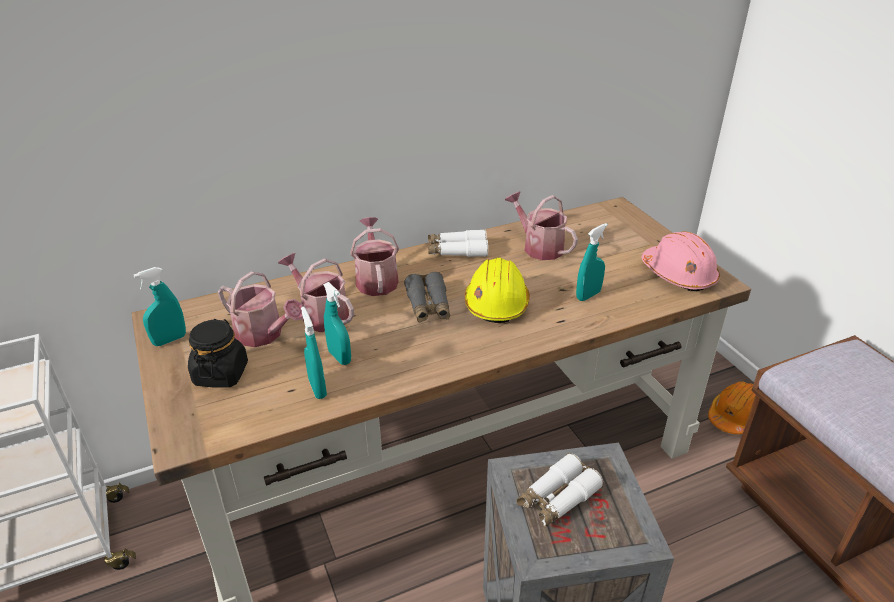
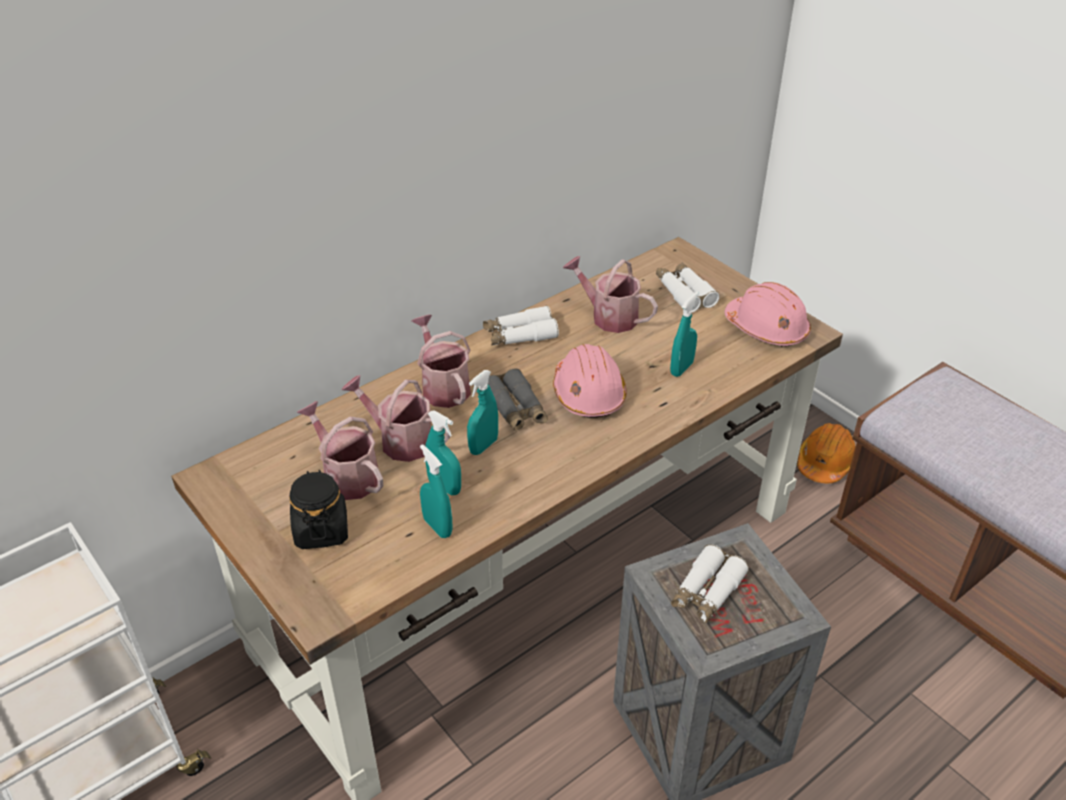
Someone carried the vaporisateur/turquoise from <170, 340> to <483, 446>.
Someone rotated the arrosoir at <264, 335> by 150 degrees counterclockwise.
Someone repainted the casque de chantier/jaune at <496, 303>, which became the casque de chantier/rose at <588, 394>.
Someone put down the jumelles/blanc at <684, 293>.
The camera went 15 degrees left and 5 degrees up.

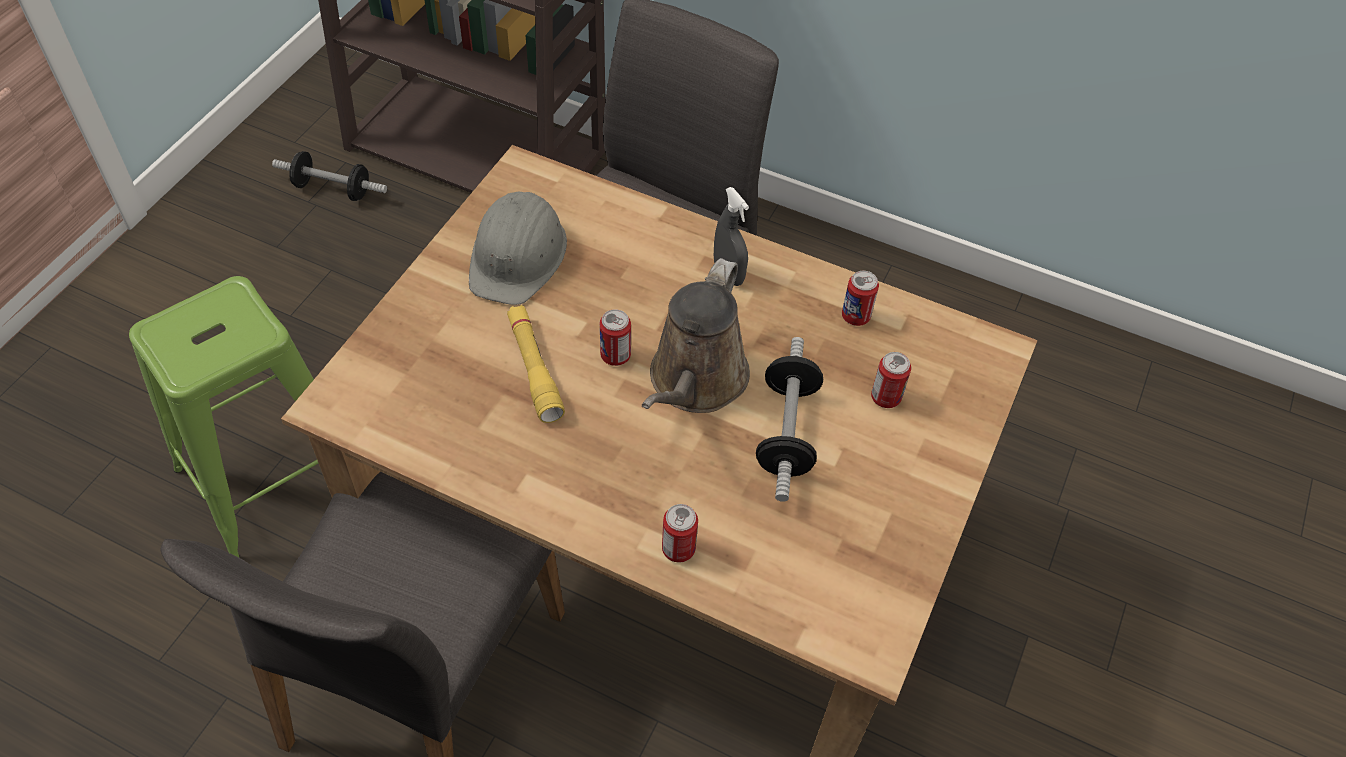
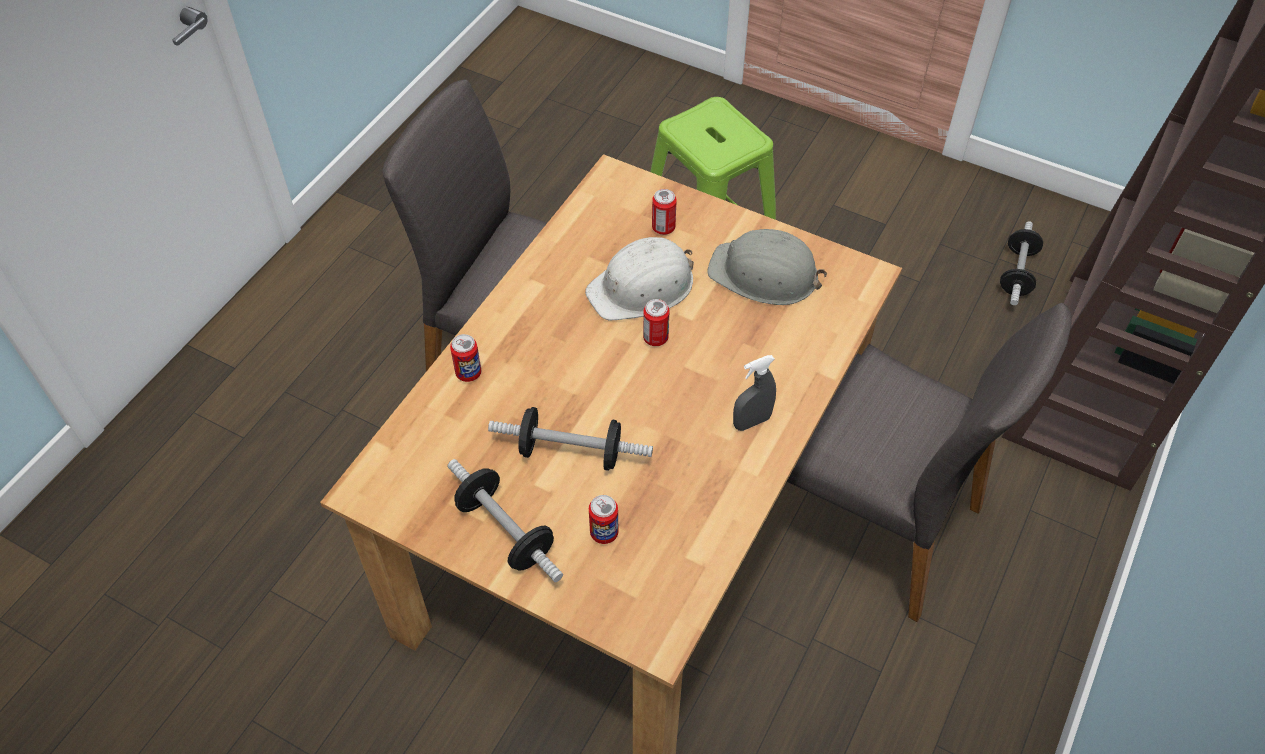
Someone swapped the lampe de poche/jaune at <534, 369> for the casque de chantier/blanc at <643, 287>.
Someone took away the arrosoir/marron at <695, 382>.
Someone carried the boîte métallique from <855, 316> to <663, 228>.
Someone put down the haltère at <505, 531>.
The camera went 95 degrees right and 0 degrees up.

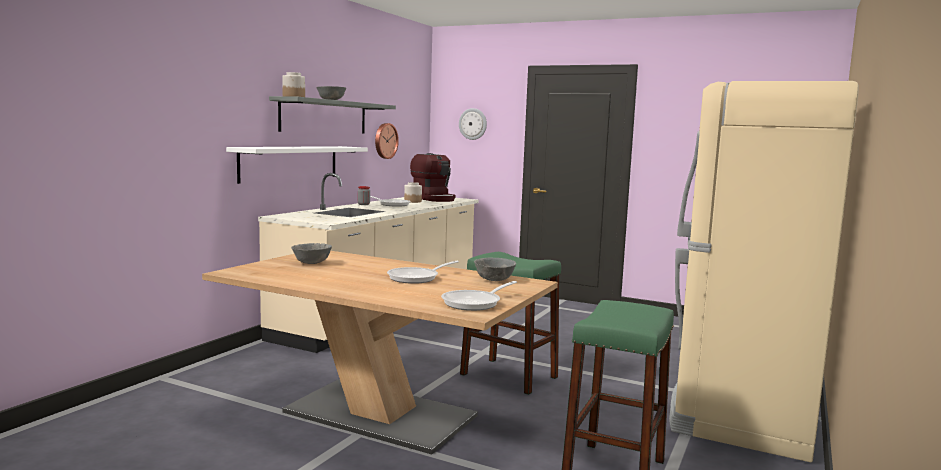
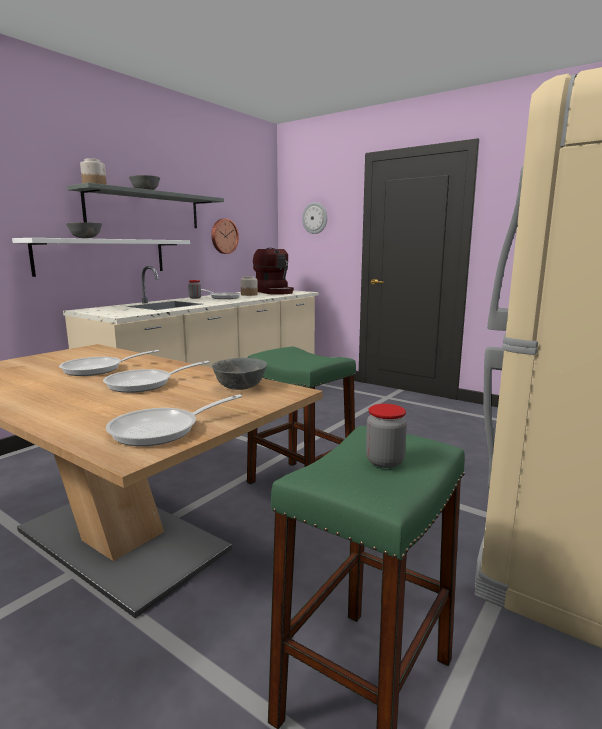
Someone carried the bol/gris from <311, 263> to <85, 238>.
Someone put down the poêle at <98, 369>.
Someone put down the bocal at <384, 461>.
The camera went 10 degrees right and 5 degrees up.

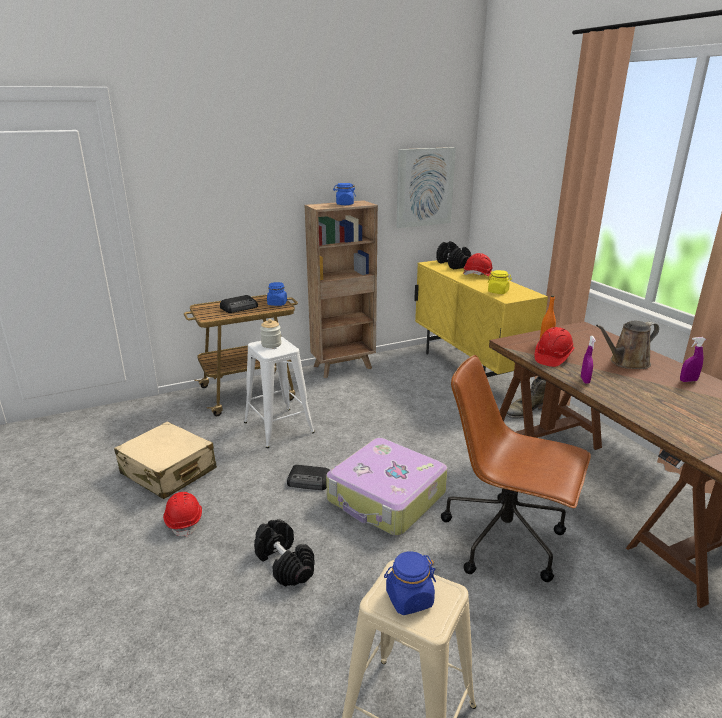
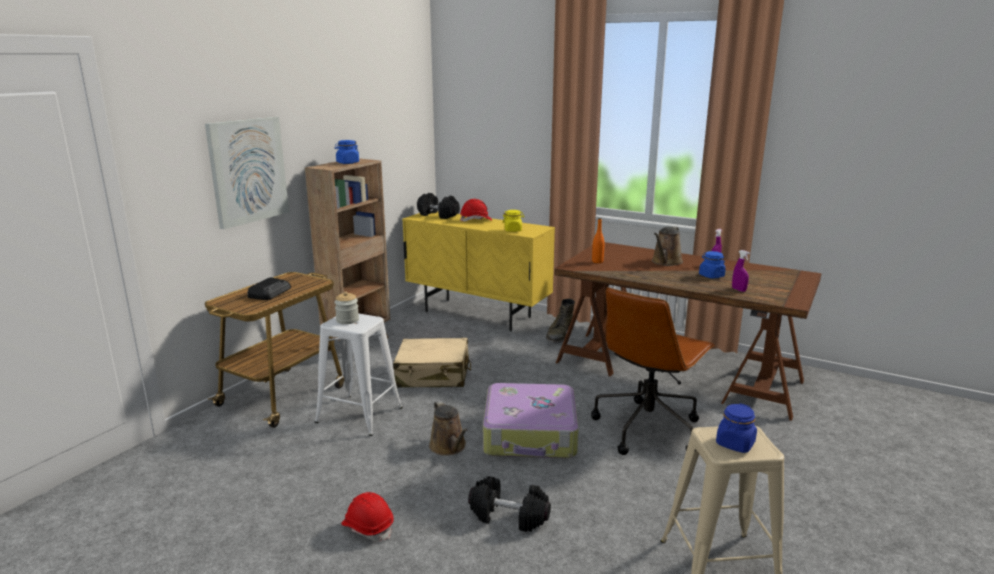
Someone carried the valise/beige from <168, 471> to <433, 375>.
Someone carried the bocal/bleu from <277, 303> to <711, 276>.
Someone swapped the radio at <309, 481> for the arrosoir/marron at <449, 447>.
Someone carried the tableau from <424, 187> to <248, 171>.
Someone rotated the chaise de bureau/marron at <506, 539> by 45 degrees counterclockwise.
Someone took away the casque de chantier/rouge at <552, 357>.
Someone carried the vaporisateur/violet from <585, 380> to <738, 290>.
The camera went 35 degrees left and 5 degrees down.

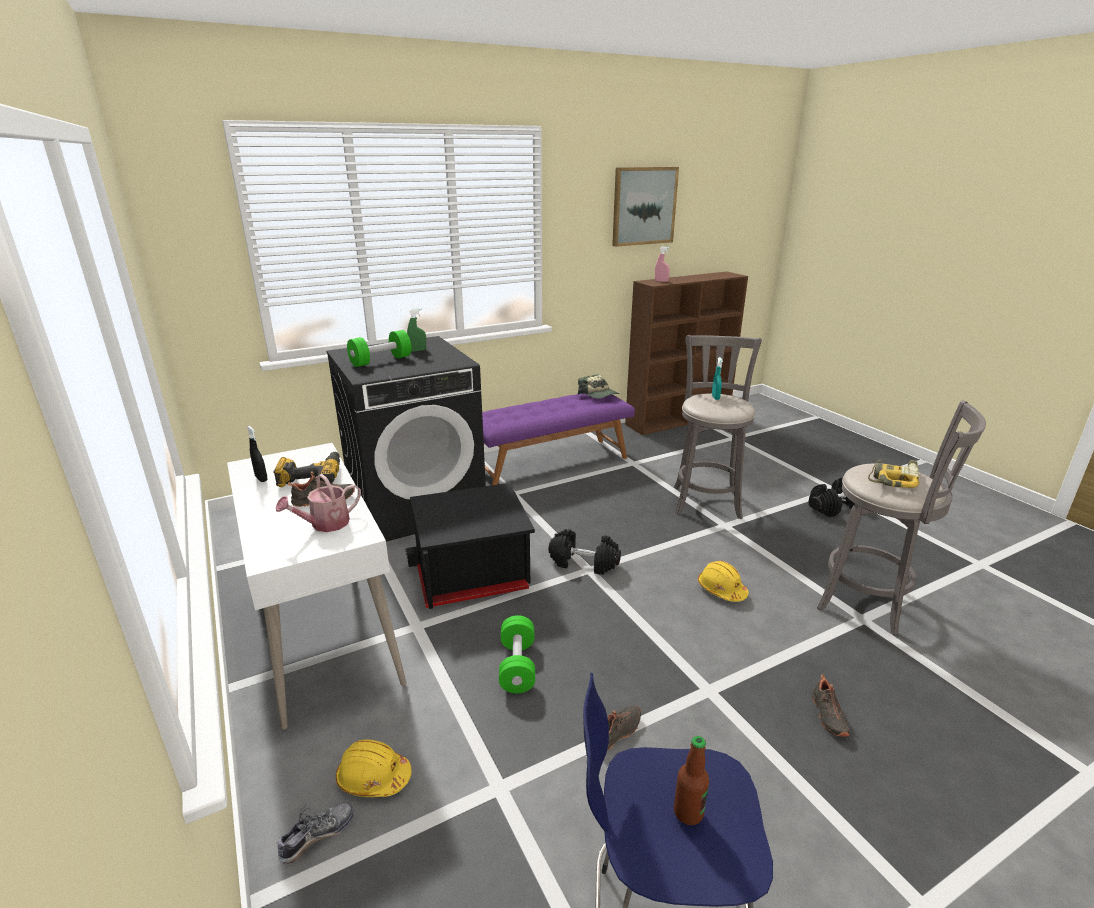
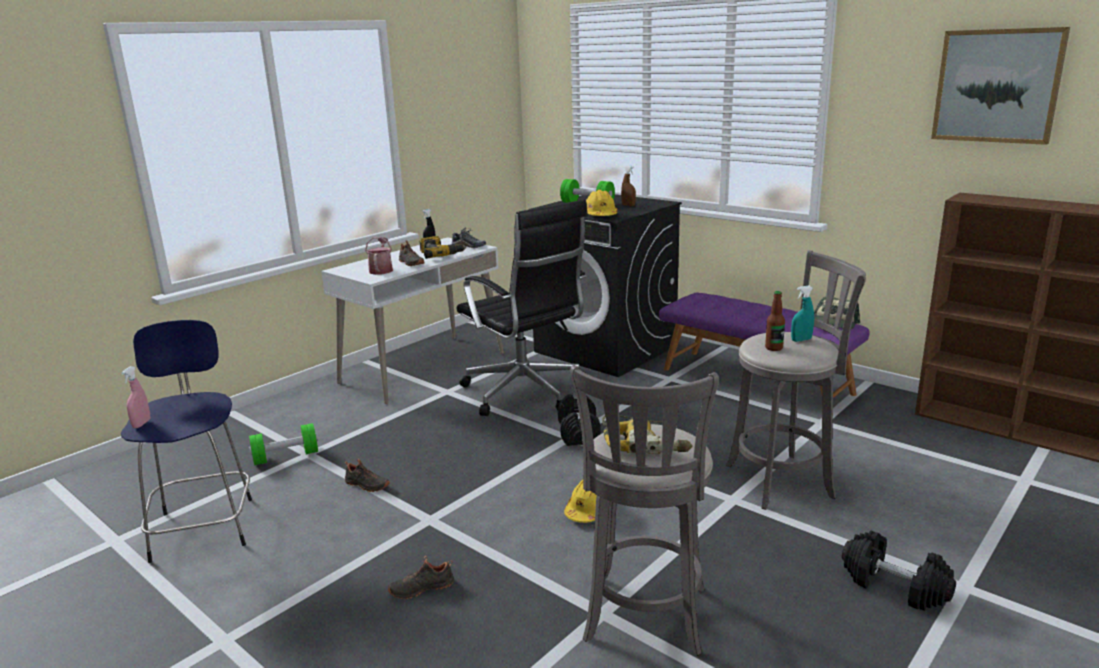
Someone rotated the arrosoir at <325, 524> by 60 degrees clockwise.
Someone carried the chaussure from <317, 836> to <469, 246>.
Someone carried the casque de chantier/jaune from <373, 777> to <600, 215>.
Someone swapped the boîte de rangement/noir at <472, 572> for the chaise de bureau/noir at <526, 393>.
Someone repainted the vaporisateur/vert at <417, 350>, which became the vaporisateur/marron at <628, 205>.
Someone carried the haltère/vert from <517, 666> to <286, 457>.
Someone carried the vaporisateur/rose from <661, 281> to <141, 424>.
Someone carried the bouteille from <688, 812> to <774, 348>.
The camera went 70 degrees right and 5 degrees down.

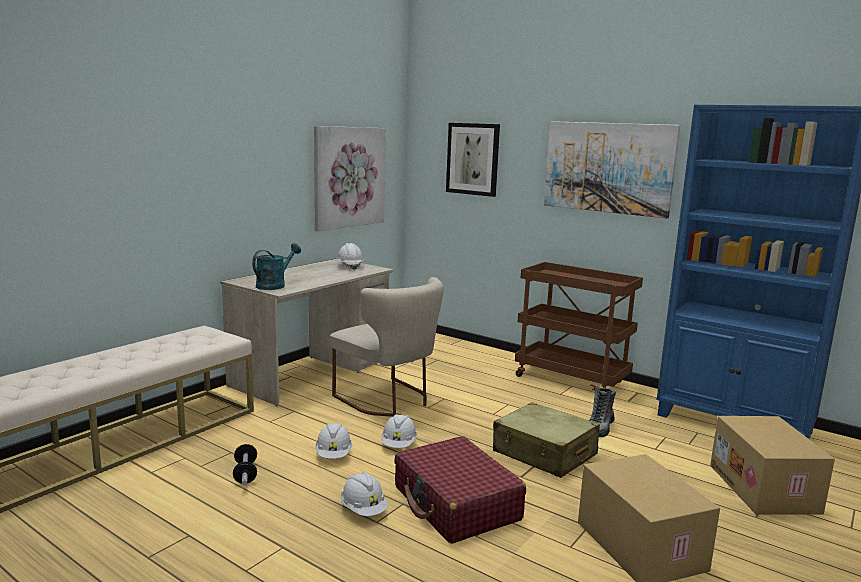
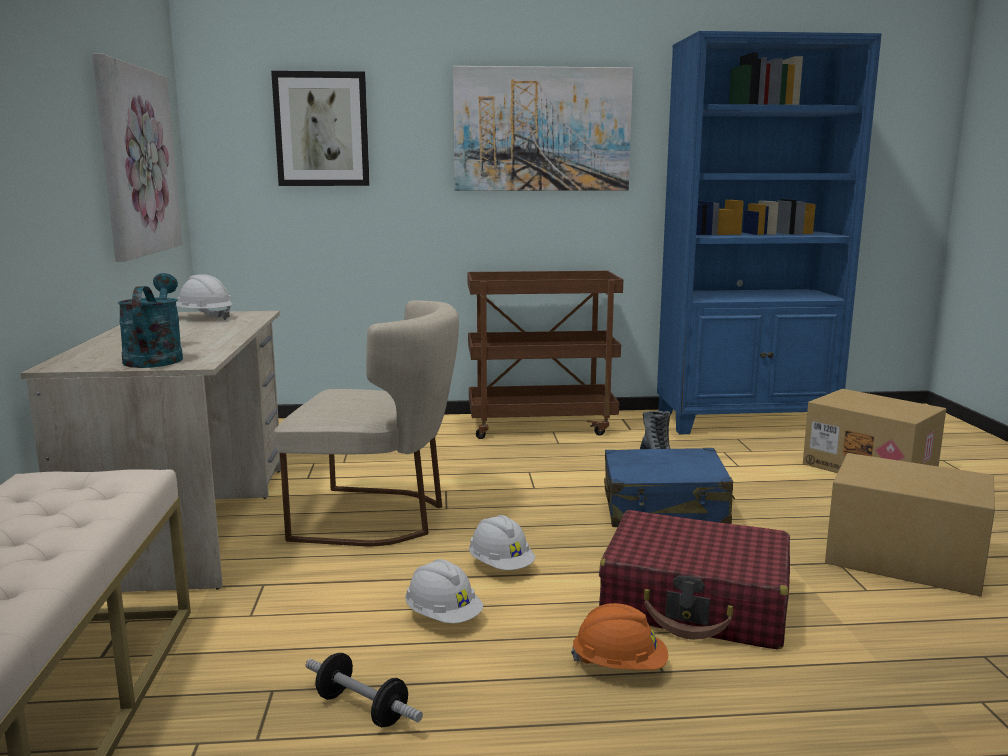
Someone repainted the casque de chantier/blanc at <363, 510>, which became the casque de chantier/orange at <619, 666>.
Someone repainted the valise/beige at <544, 453>, which became the valise/bleu at <664, 509>.
The camera went 40 degrees left and 0 degrees up.

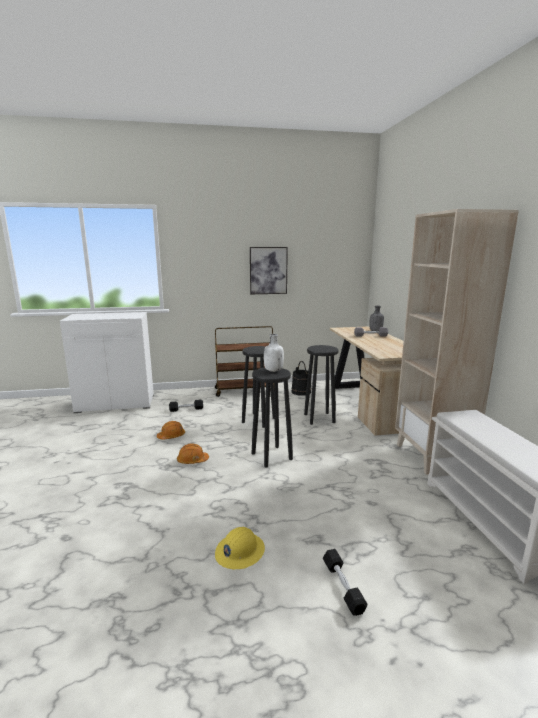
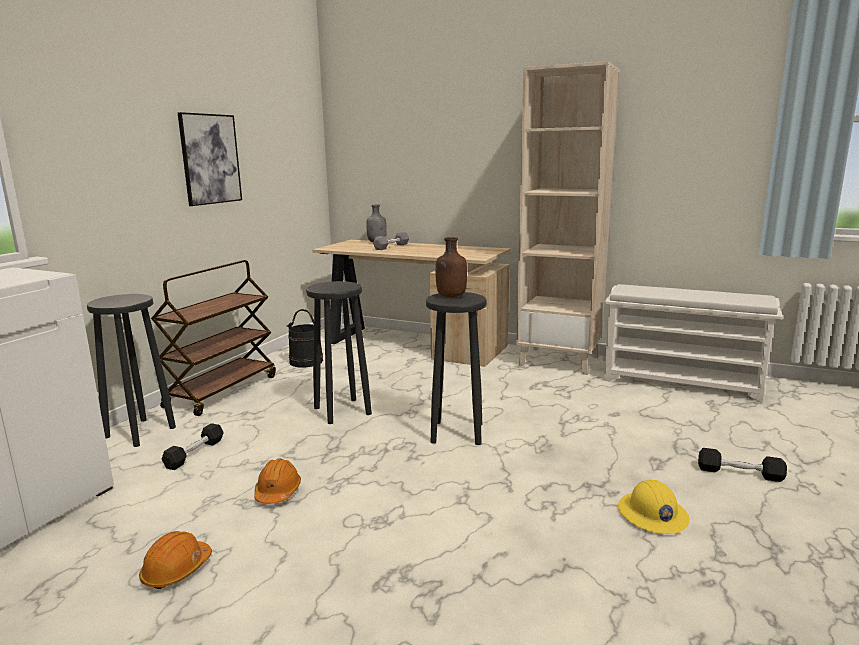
Someone carried the casque de chantier/orange from <192, 460> to <176, 570>.
Someone repainted the bouteille/blanc at <273, 370>, which became the bouteille/marron at <450, 296>.
Someone carried the tabouret/noir from <320, 418> to <141, 432>.
The camera went 55 degrees left and 0 degrees up.

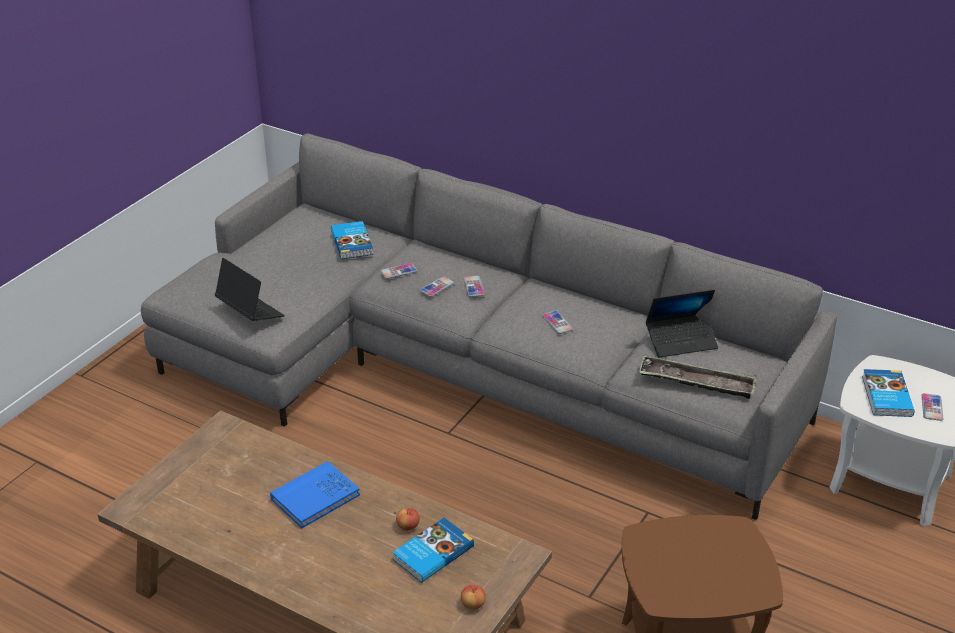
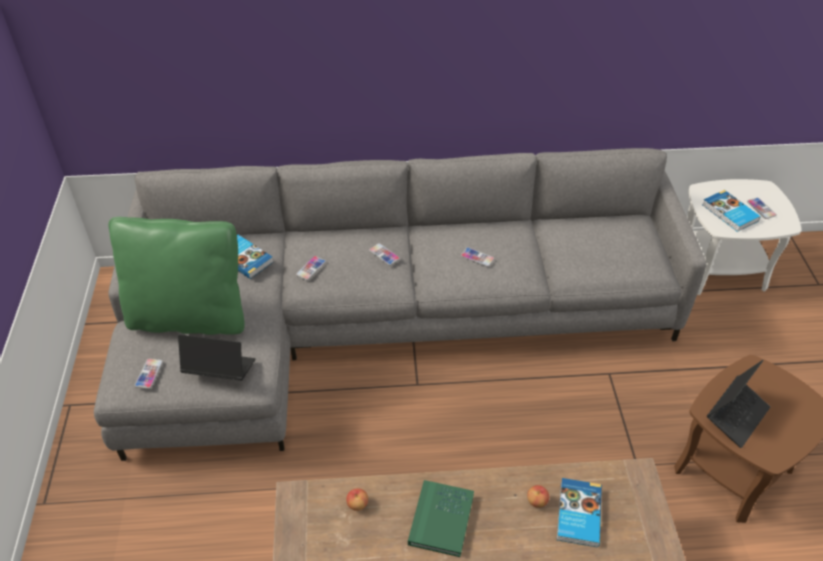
Someone repainted the livre/bleu at <315, 497>, which became the livre/vert at <441, 519>.
Someone carried the téléphone from <436, 287> to <149, 374>.
Someone carried the pomme from <473, 604> to <357, 504>.
Someone took away the plateau at <696, 382>.
Someone carried the ordinateur portable from <681, 341> to <736, 416>.
Someone put down the coussin/vert at <189, 317>.
The camera went 35 degrees left and 10 degrees up.

